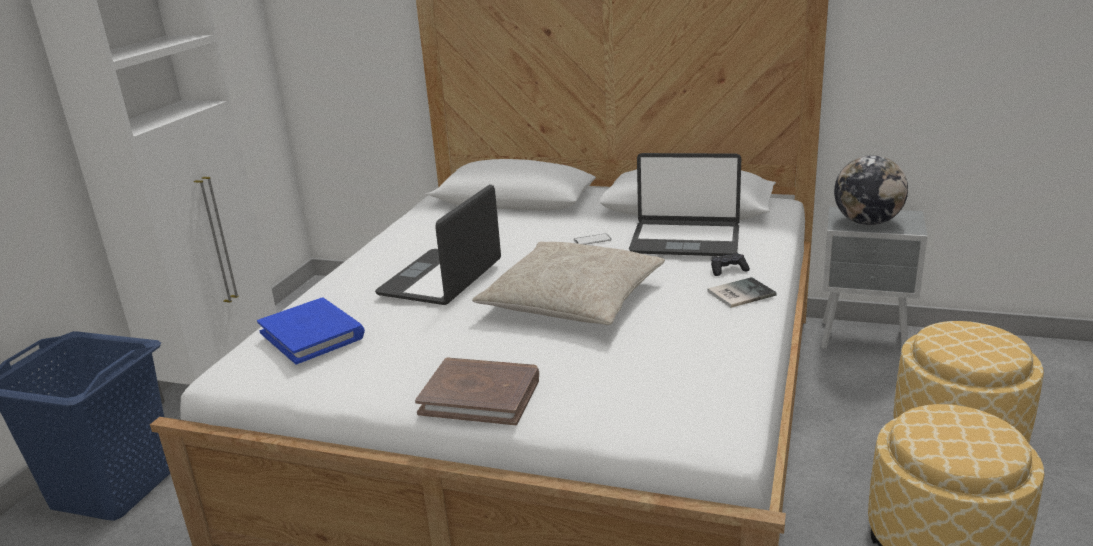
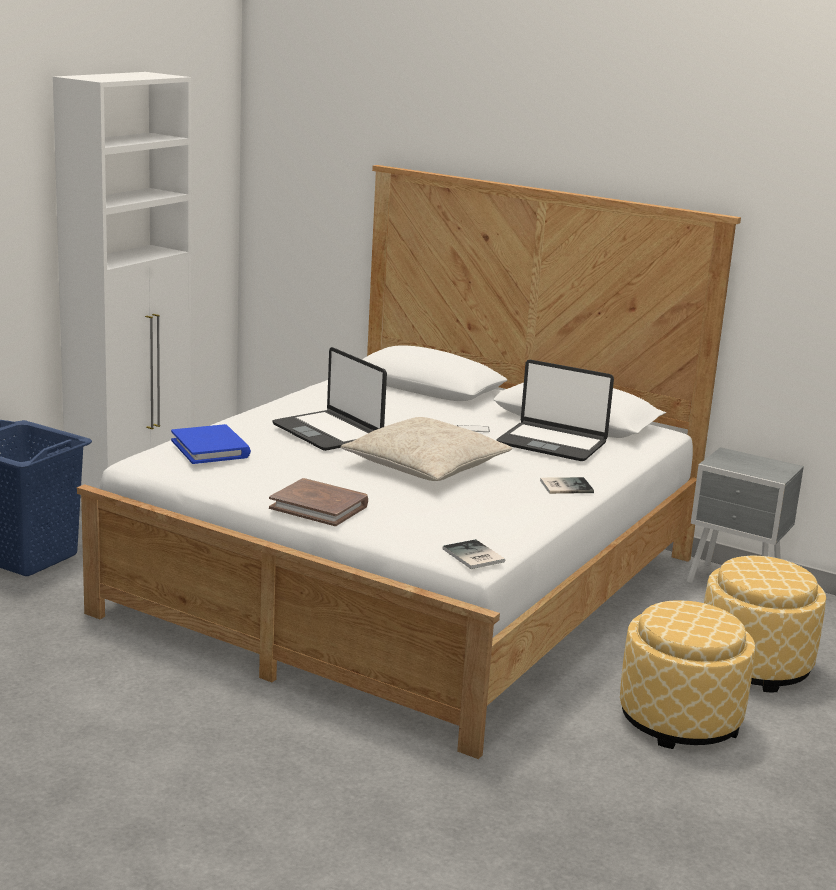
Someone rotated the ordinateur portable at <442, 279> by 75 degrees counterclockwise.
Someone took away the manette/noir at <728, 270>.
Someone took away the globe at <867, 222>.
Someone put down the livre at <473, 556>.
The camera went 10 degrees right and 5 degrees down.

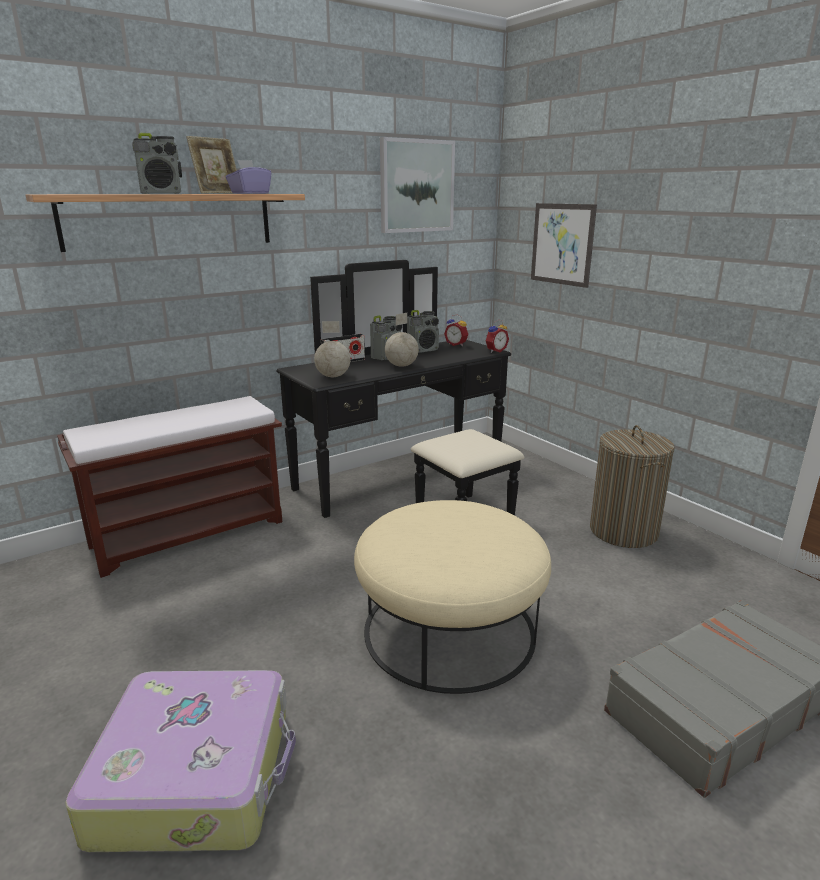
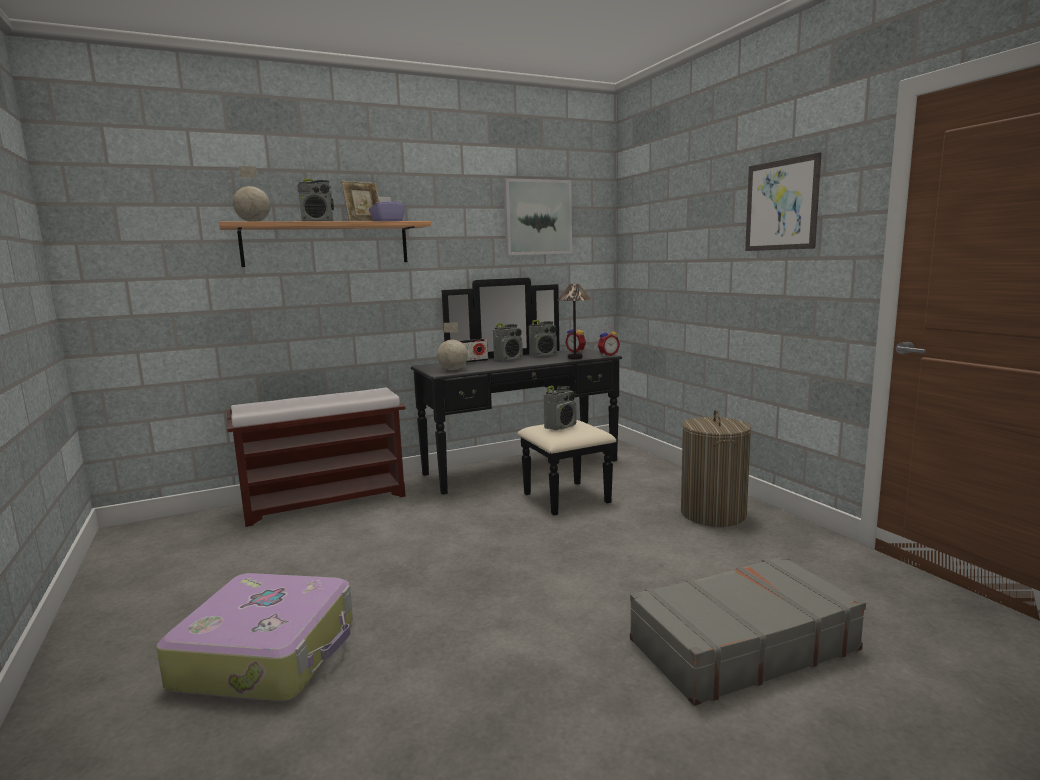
Someone took away the pouf/beige at <449, 630>.
Someone carried the globe from <402, 366> to <254, 222>.
Someone carried the tableau from <562, 244> to <781, 205>.
Someone put down the radio at <561, 426>.
Someone put down the lampe de table at <574, 358>.
The camera went 10 degrees right and 10 degrees down.

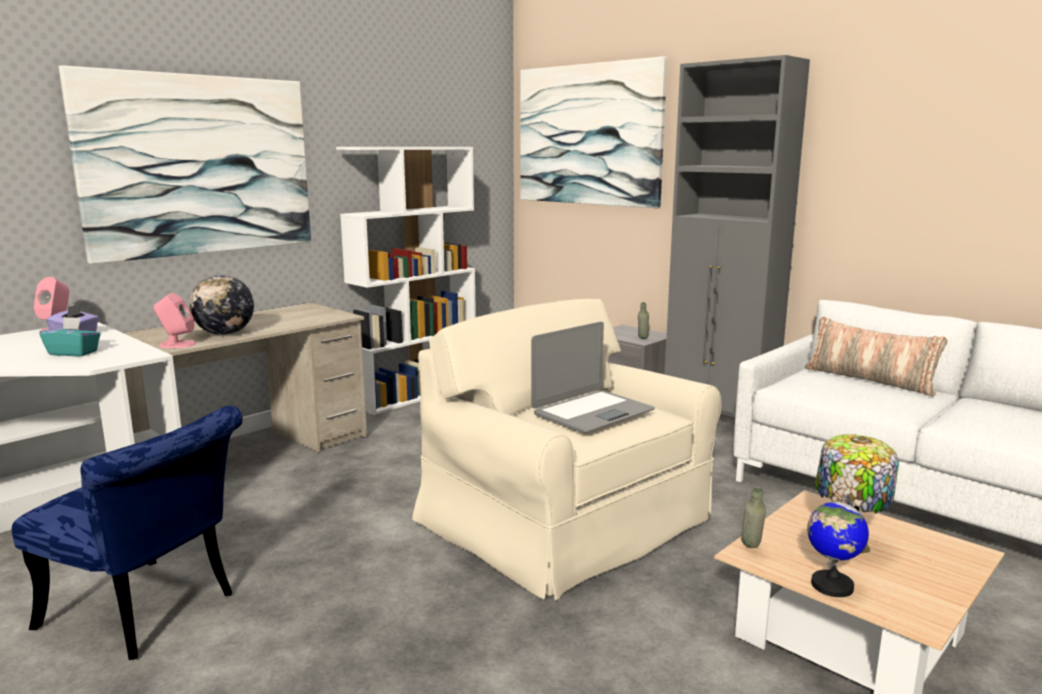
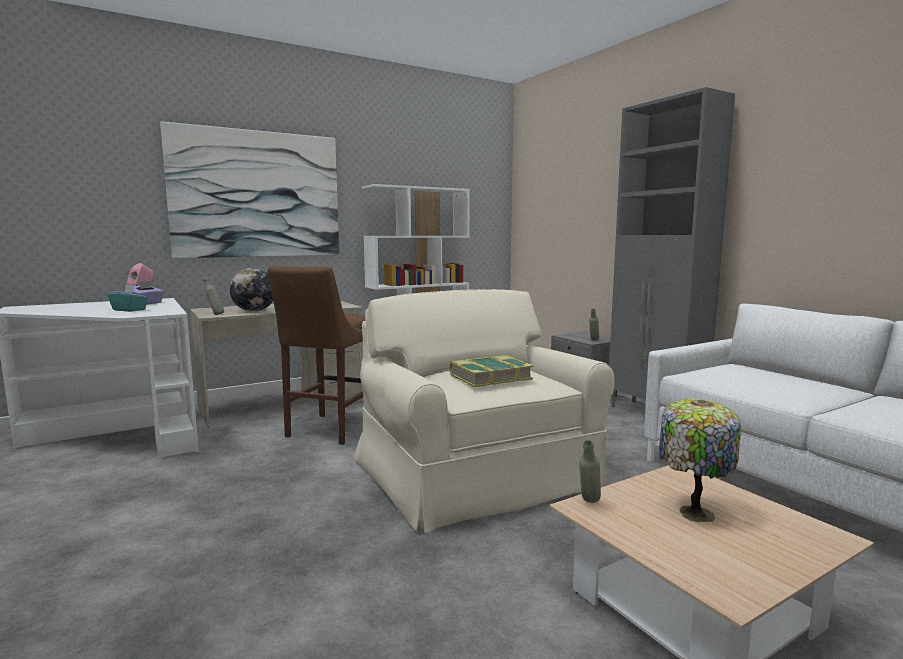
Someone took away the chaise/bleu at <150, 614>.
Someone swapped the enceinte/rose at <177, 345> for the bouteille/gris at <215, 314>.
Someone took away the tableau at <588, 135>.
Someone swapped the ordinateur portable at <592, 412> for the livre at <490, 377>.
Someone took away the coussin at <870, 379>.
Someone took away the globe at <831, 586>.
Someone put down the tabouret/marron at <328, 430>.
The camera went 15 degrees right and 5 degrees down.

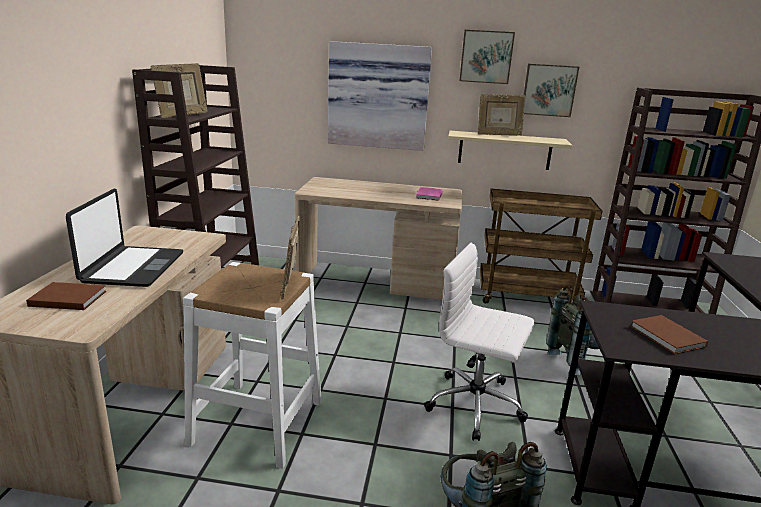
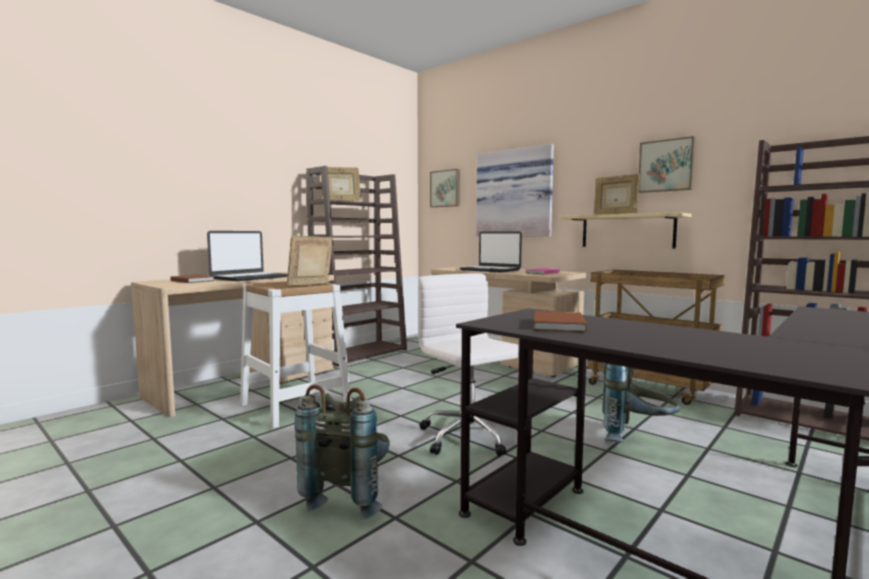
Someone carried the tableau from <486, 57> to <446, 188>.
Someone put down the ordinateur portable at <490, 270>.
The camera went 35 degrees right and 15 degrees down.

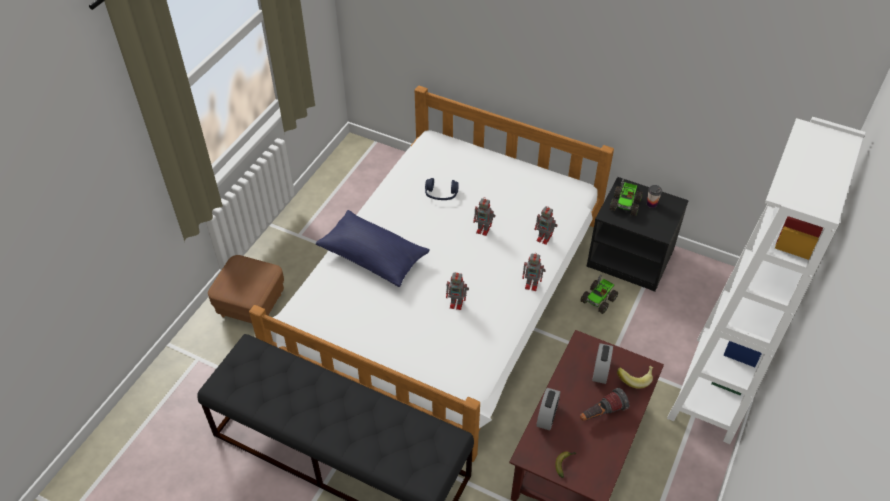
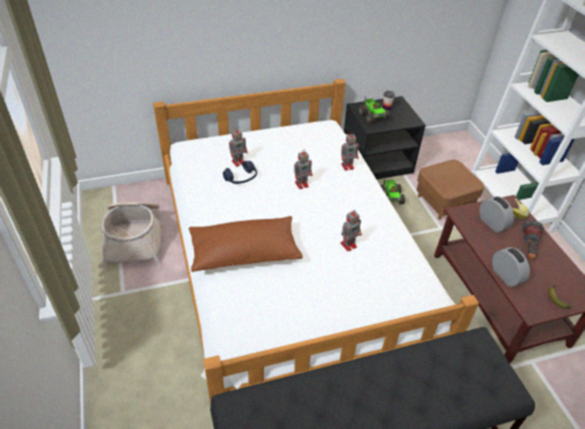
Someone carried the pouf/marron from <251, 305> to <443, 202>.
Someone repainted the coussin/bleu at <373, 257>, which became the coussin/marron at <244, 253>.
Someone carried the robot jouet from <532, 285> to <239, 162>.
Someone put down the panier at <135, 238>.
The camera went 45 degrees left and 5 degrees down.

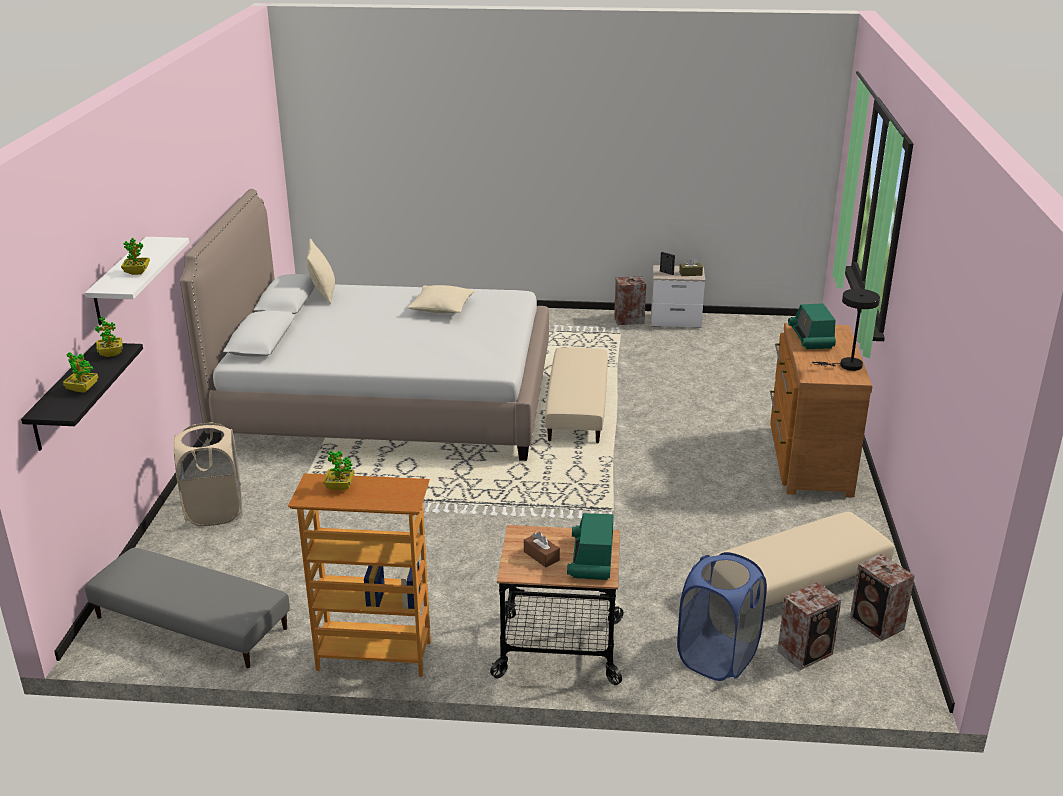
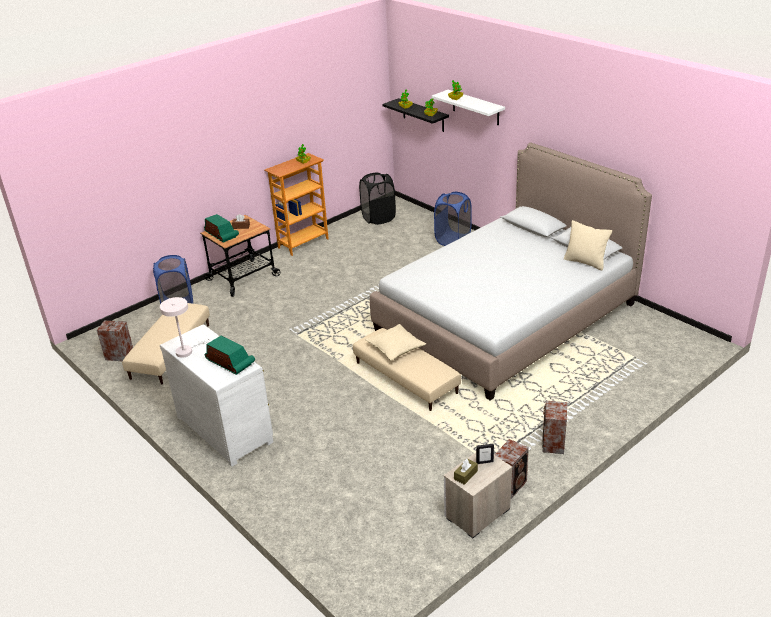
Someone swapped the pouf/gris at <191, 623> for the panier à linge/noir at <378, 218>.
Someone repainted the panier à linge/beige at <214, 511>, which became the panier à linge/bleu at <453, 240>.
Someone carried the coussin/beige from <441, 308> to <395, 348>.
Someone repainted the commode/marron at <807, 460>, which became the commode/blanc at <226, 428>.
Someone carried the enceinte from <806, 652> to <553, 444>.
Someone repainted the lampe de table/noir at <846, 365>, which became the lampe de table/blanc at <186, 351>.
The camera went 135 degrees right and 5 degrees up.

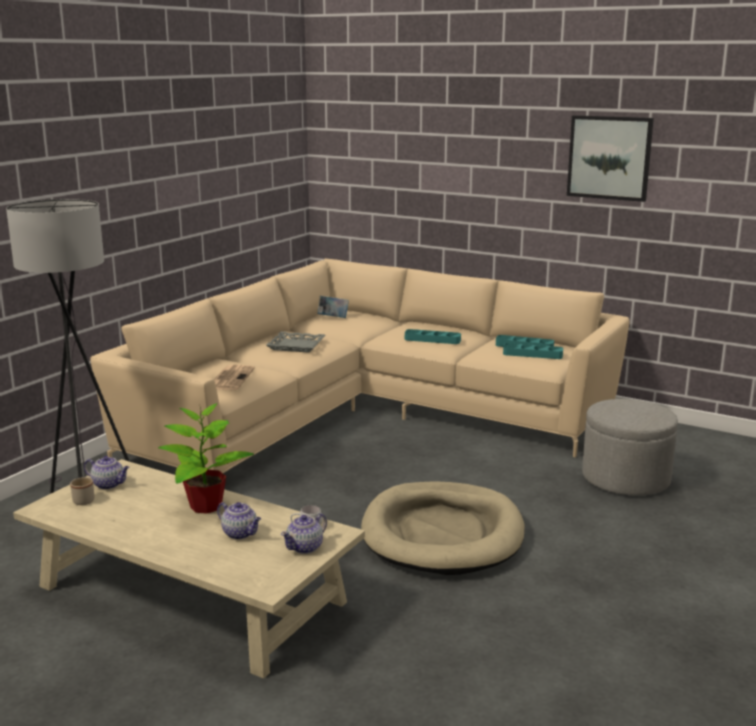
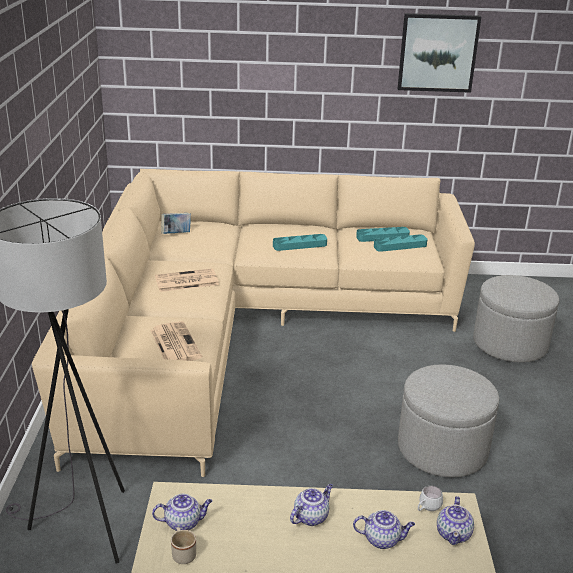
Someone swapped the plante en pot at <205, 506> for the théière at <311, 516>.
Someone swapped the plateau/gris at <296, 346> for the journal at <186, 281>.
Someone swapped the panier pour chien/beige at <442, 534> for the pouf/gris at <442, 449>.
The camera went 30 degrees left and 10 degrees up.

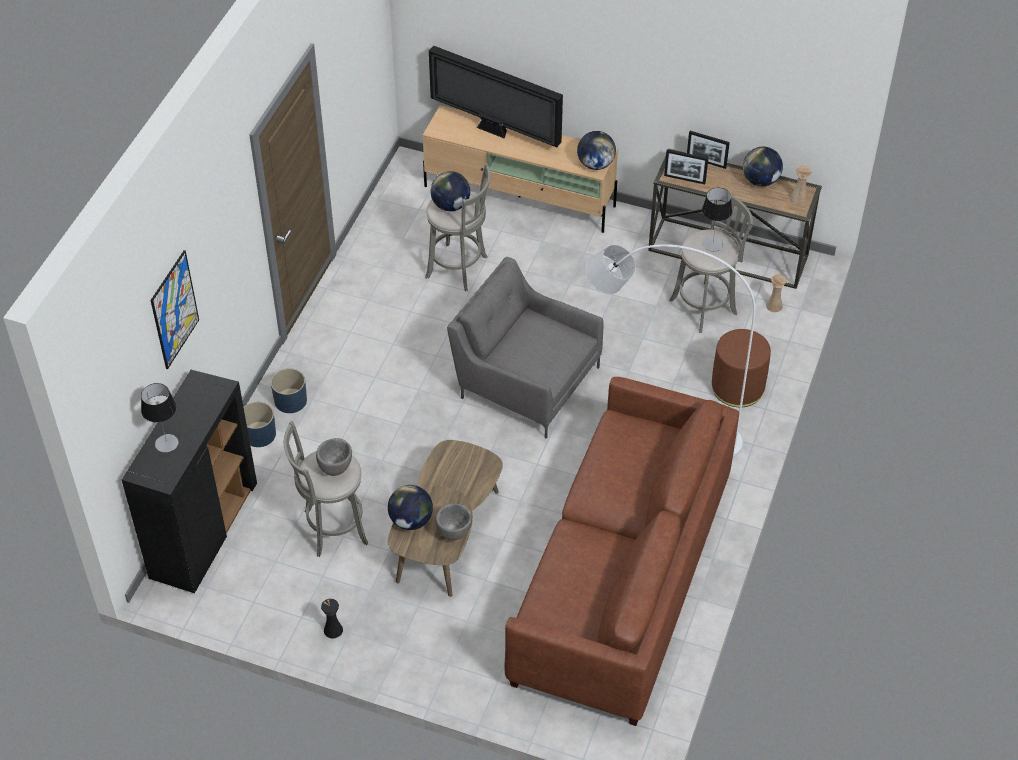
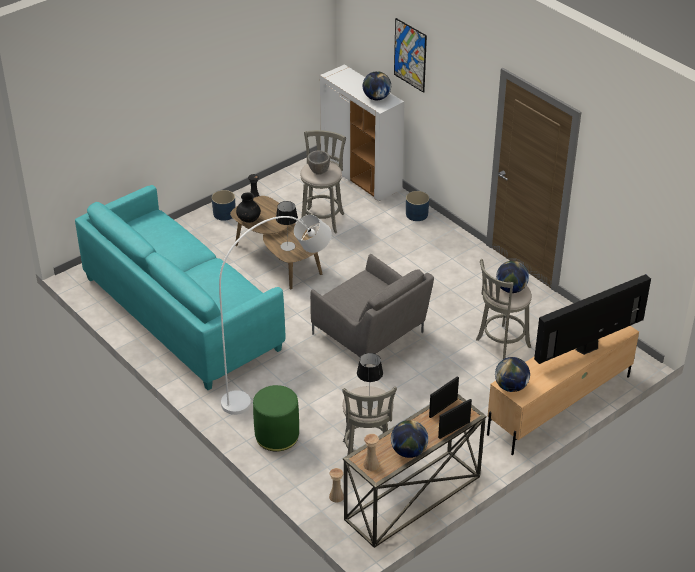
Someone repainted the meuble de rangement/noir at <204, 531>, which became the meuble de rangement/blanc at <361, 177>.
Someone carried the lampe de table from <167, 443> to <287, 246>.
Someone carried the cache-pot/bleu from <290, 401> to <224, 214>.
Someone carried the globe from <411, 520> to <376, 98>.
Someone swapped the bol/gris at <454, 534> for the vase/noir at <248, 220>.
Someone rotated the fauteuil/gris at <525, 380> by 75 degrees clockwise.
Someone repainted the canapé/marron at <622, 579>, which became the canapé/turquoise at <181, 313>.
Someone repainted the pouf/marron at <737, 387>, which became the pouf/vert at <277, 435>.
The camera went 120 degrees right and 10 degrees down.

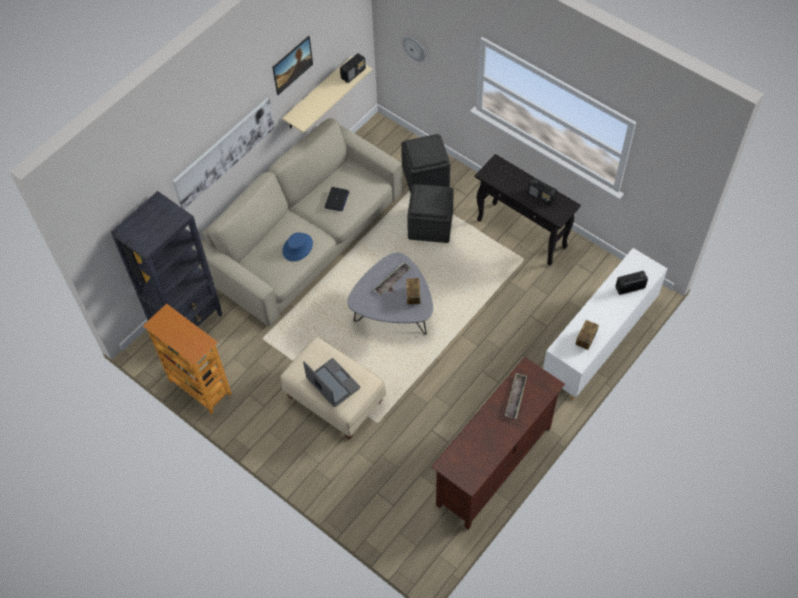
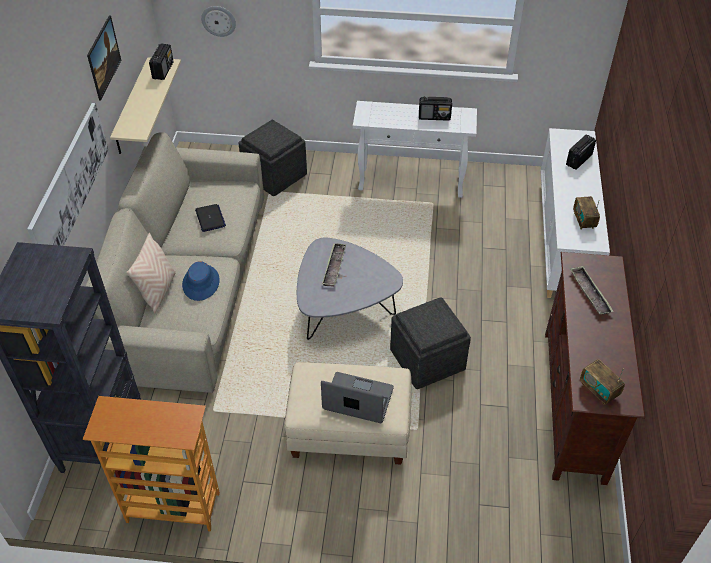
Someone carried the radio from <413, 296> to <598, 390>.
Someone carried the pouf/gris from <431, 225> to <428, 359>.
Someone repainted the table console/noir at <522, 233>, which became the table console/blanc at <412, 183>.
Someone put down the coussin/beige at <158, 291>.
The camera went 35 degrees left and 10 degrees down.

